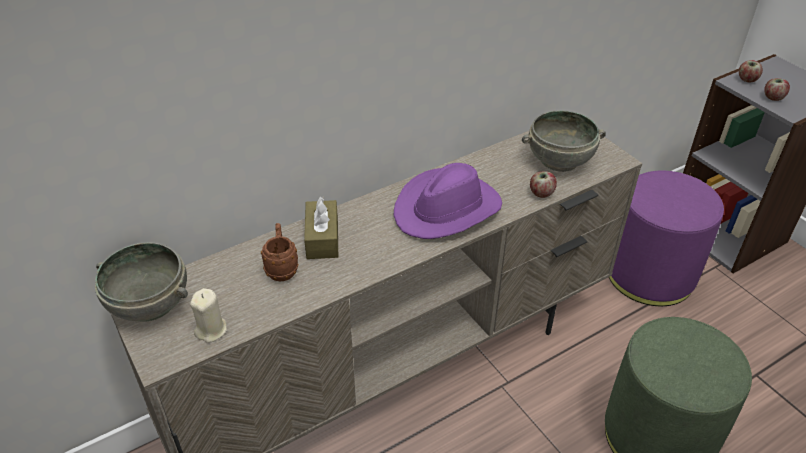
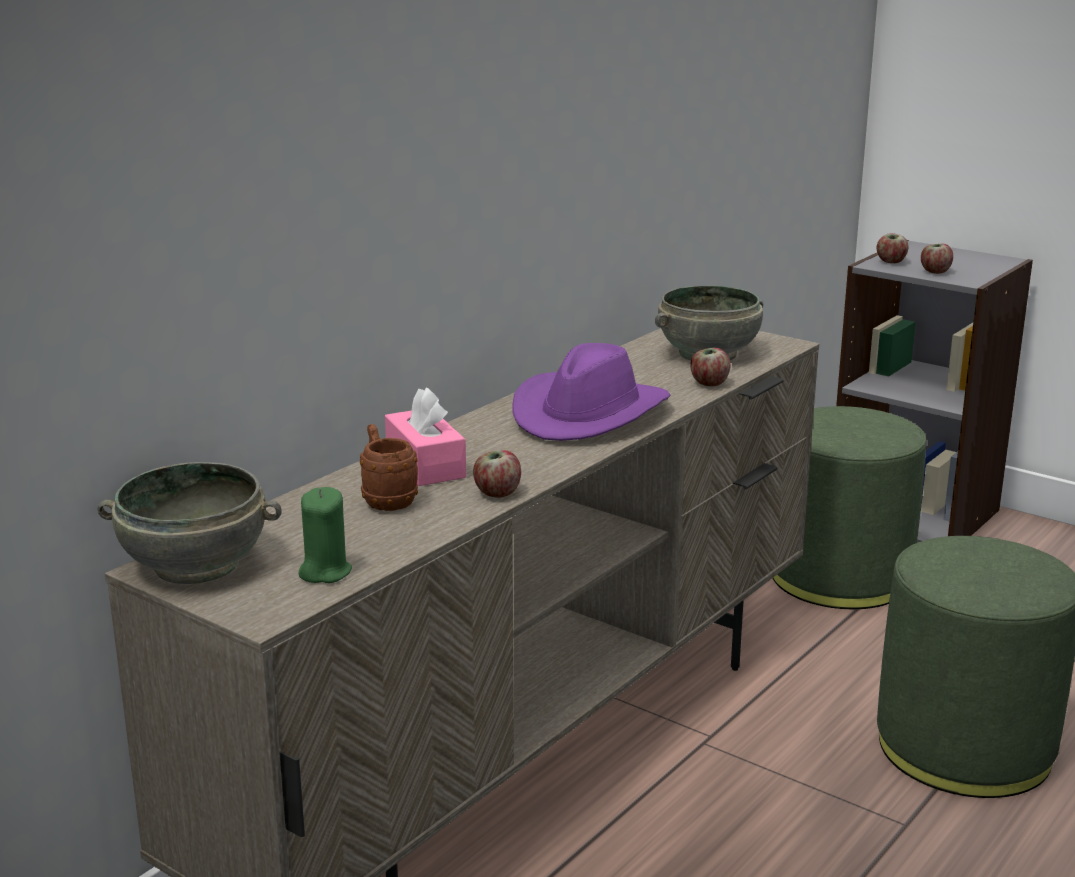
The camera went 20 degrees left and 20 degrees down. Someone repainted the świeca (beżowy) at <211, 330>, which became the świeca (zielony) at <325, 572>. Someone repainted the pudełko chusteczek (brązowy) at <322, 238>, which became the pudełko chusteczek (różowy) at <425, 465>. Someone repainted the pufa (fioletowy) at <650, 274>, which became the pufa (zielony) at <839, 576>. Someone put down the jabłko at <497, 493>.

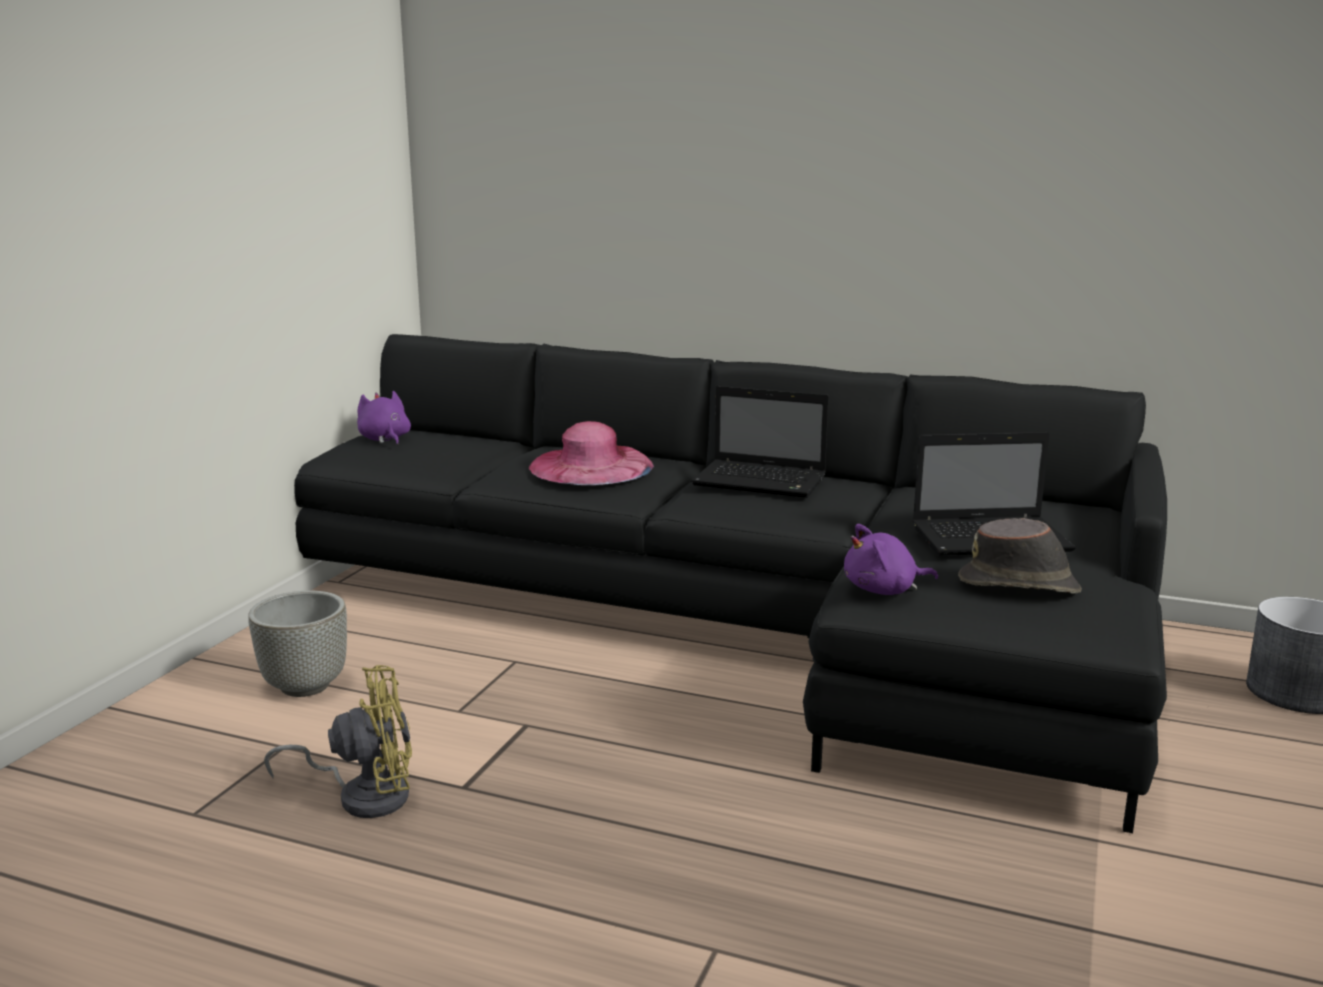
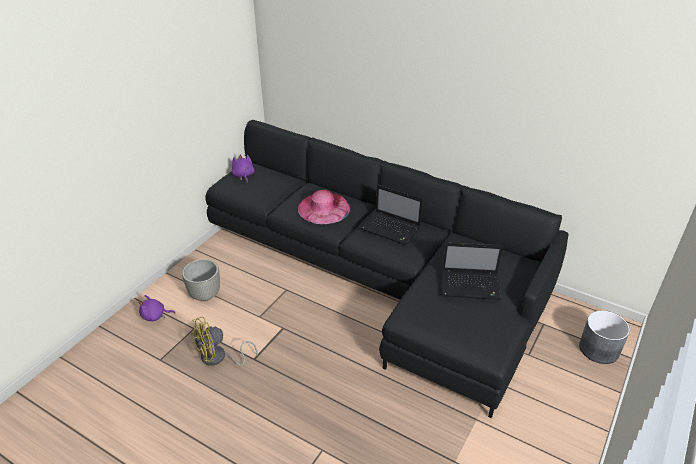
The camera went 10 degrees right and 20 degrees up. Someone rotated the wentylator (żółty) at <364, 795> by 150 degrees clockwise. Someone carried the pluszak (fioletowy) from <884, 590> to <155, 316>. Someone took away the kapelusz (brązowy) at <1020, 585>.

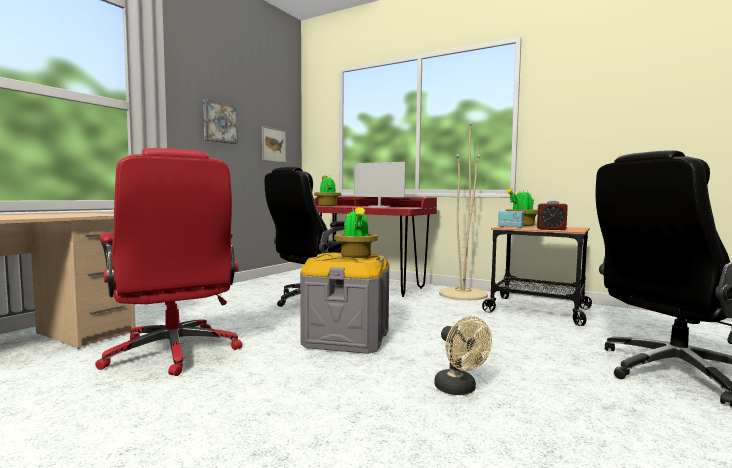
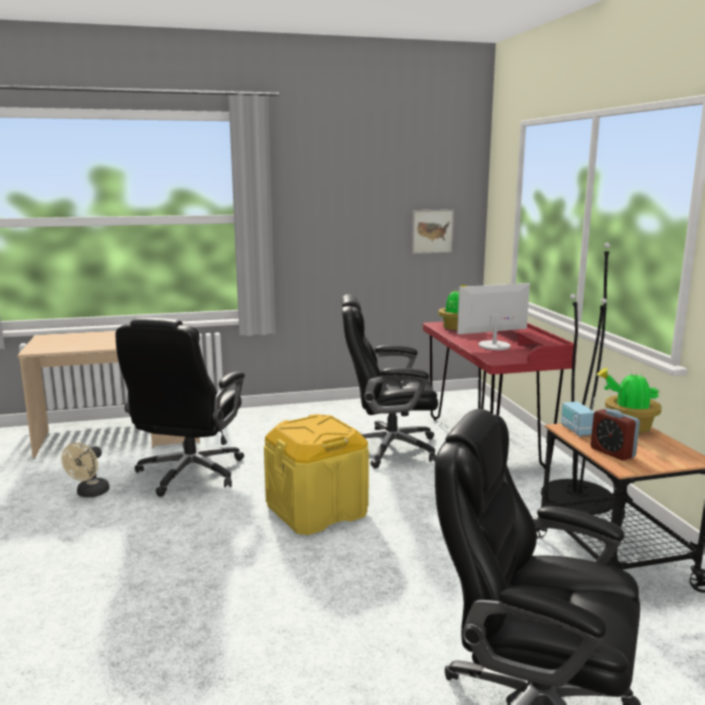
The camera went 45 degrees right and 10 degrees up. Someone repainted the krzesło biurowe (czerwony) at <173, 353>, which became the krzesło biurowe (czarny) at <189, 473>. Someone took away the obraz at <219, 123>. Someone repainted the pojemnik do przechowywania (szary) at <346, 338>, which became the pojemnik do przechowywania (żółty) at <317, 510>. Someone took away the roślina doniczkowa at <356, 256>. Someone rotated the monitor at <379, 207> by 90 degrees clockwise. Someone carried the wentylator (beżowy) from <459, 390> to <90, 493>. Someone repainted the lampa stojąca (beżowy) at <463, 294>, which became the lampa stojąca (czarny) at <577, 497>.

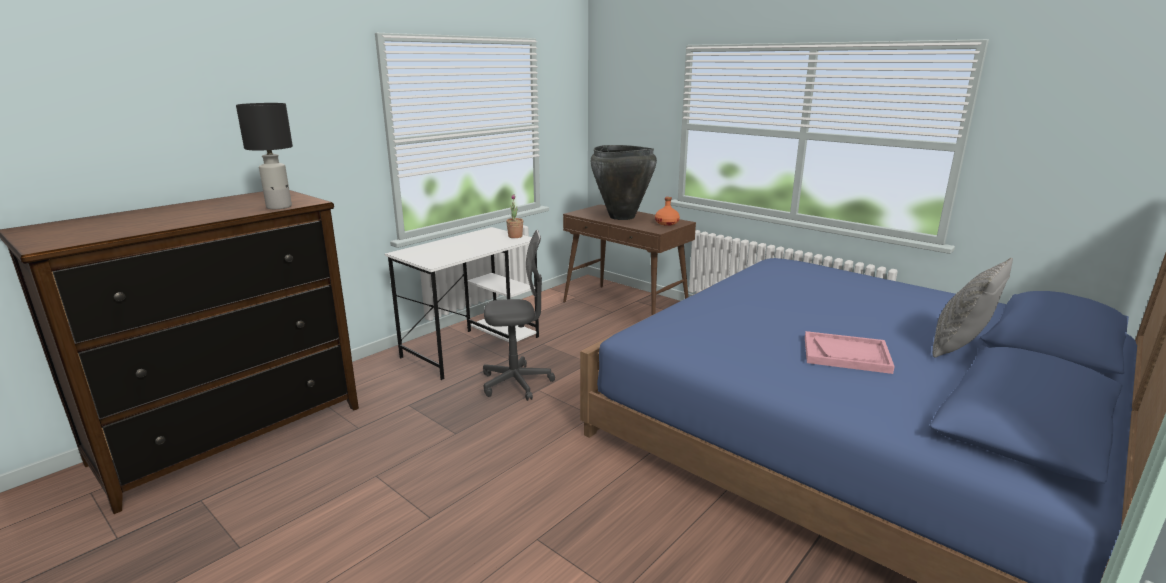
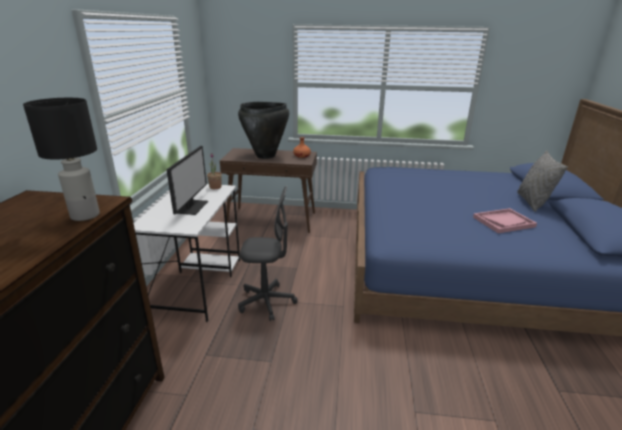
The camera went 35 degrees left and 5 degrees up. Someone rotated the krzesło biurowe (szary) at <516, 383> by 45 degrees clockwise. Someone put down the monitor at <192, 207>.

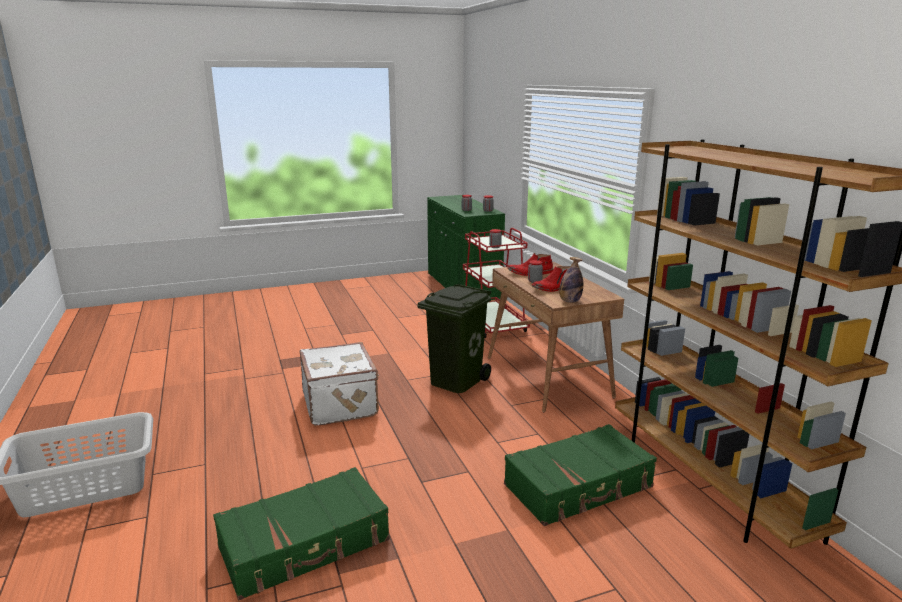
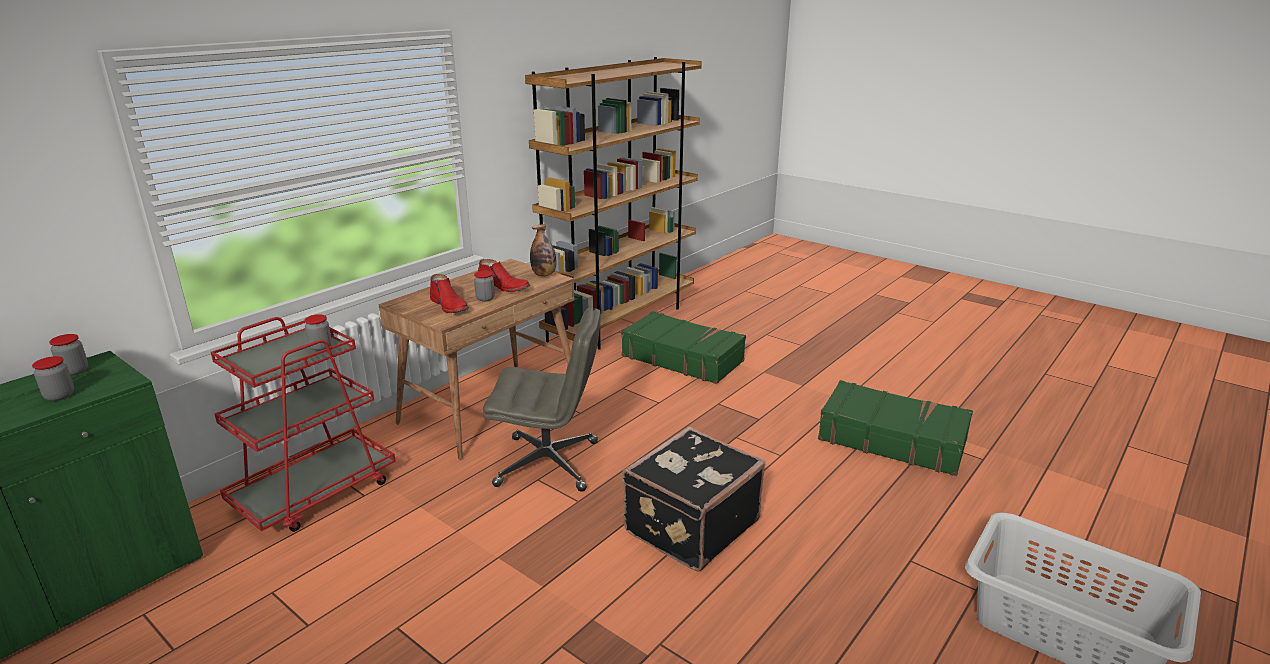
The camera went 120 degrees left and 5 degrees up. Someone repainted the walizka (biały) at <341, 404>, which became the walizka (czarny) at <689, 526>. Someone swapped the kosz na śmieci (zielony) at <455, 380> for the krzesło biurowe (szary) at <549, 463>.

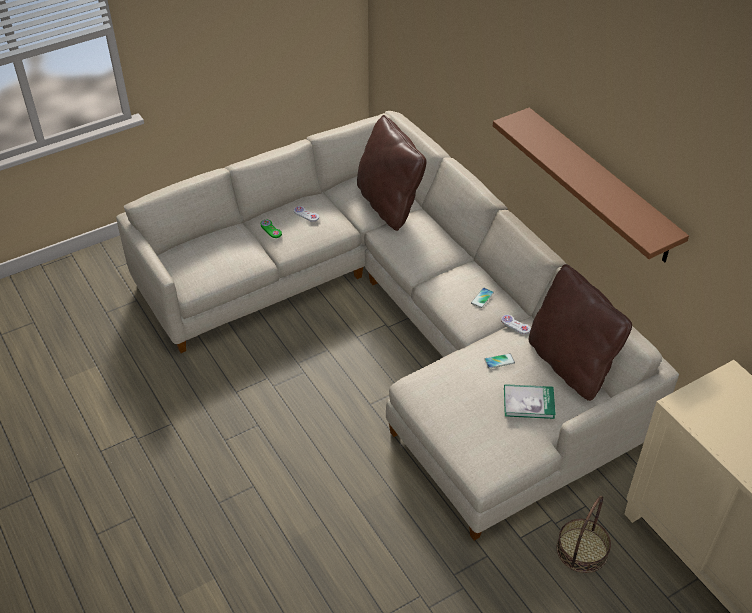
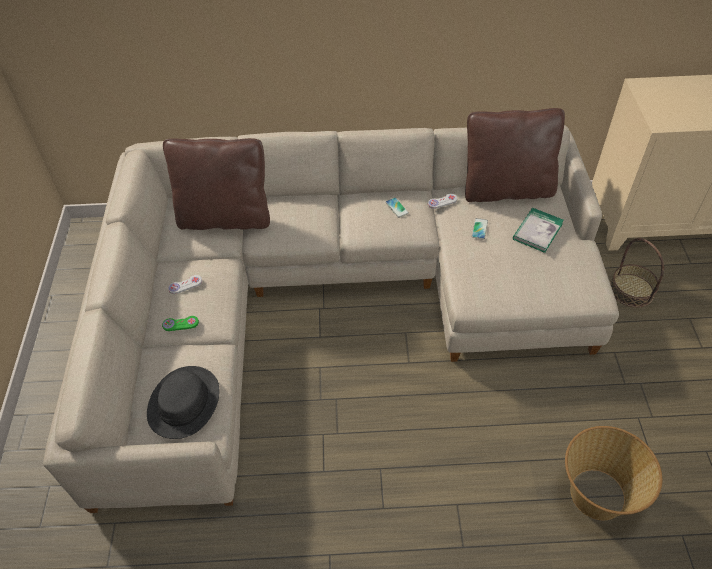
The camera went 60 degrees left and 5 degrees up. Someone took away the półka (brązowy) at <600, 185>. Someone put down the kapelusz (czarny) at <184, 402>. Someone put down the koszyk at <597, 495>.

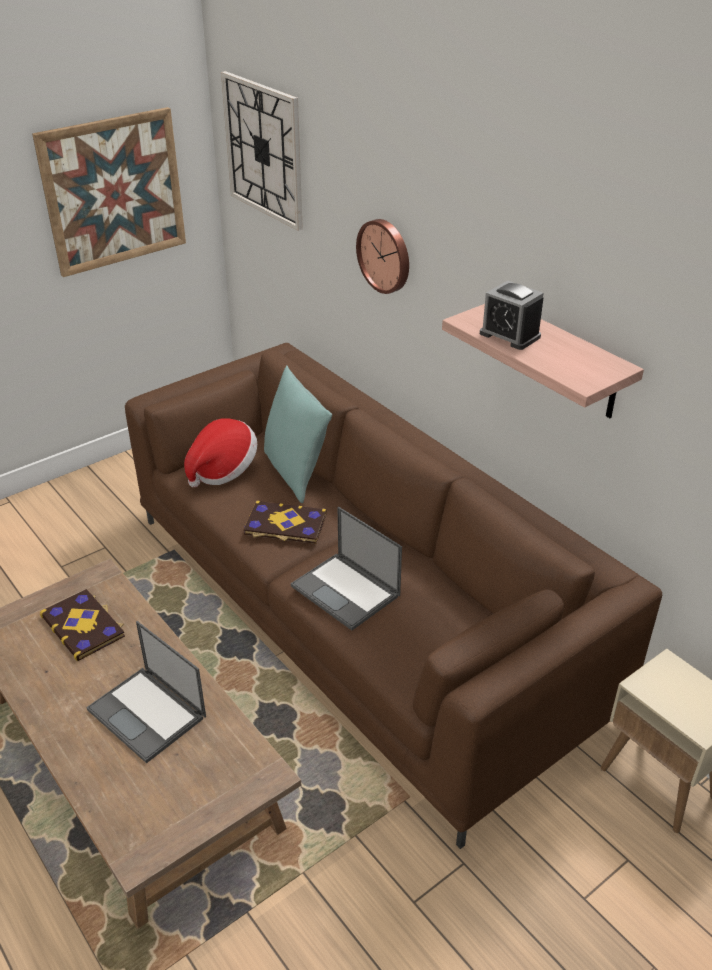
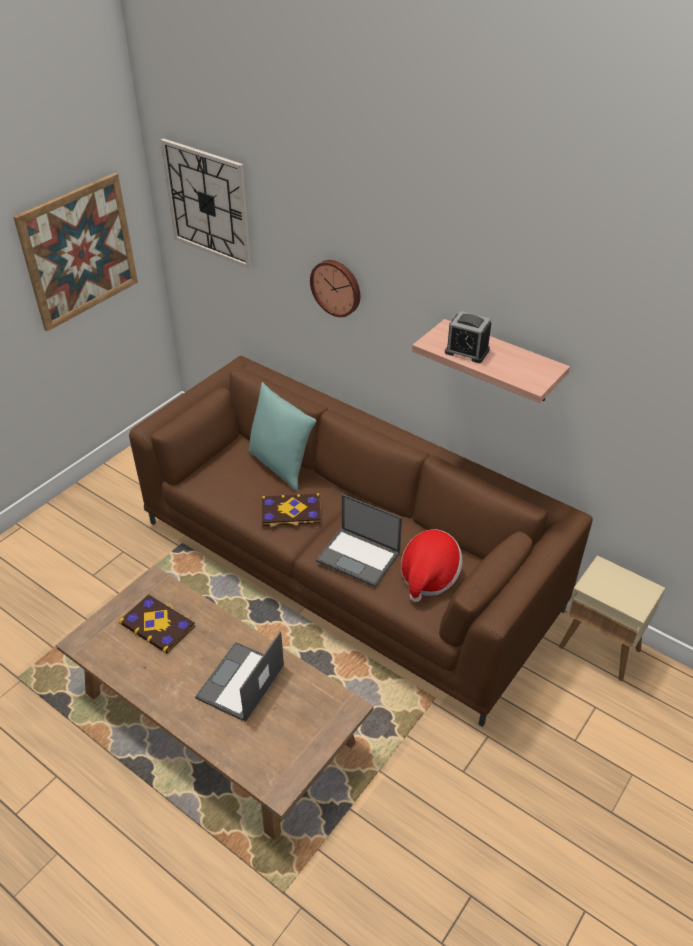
The camera went 15 degrees left and 5 degrees up. Someone rotated the laptop at <148, 714> by 90 degrees clockwise. Someone carried the kapelusz from <223, 470> to <428, 576>.

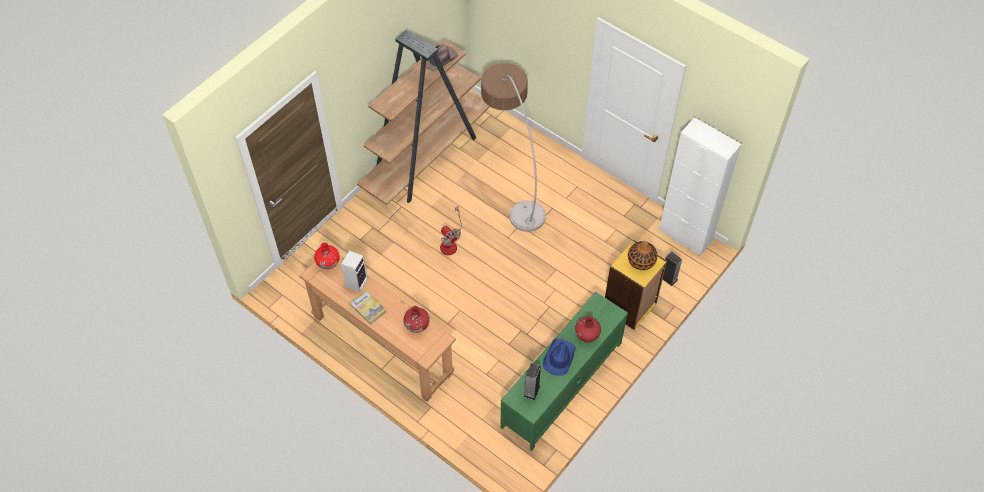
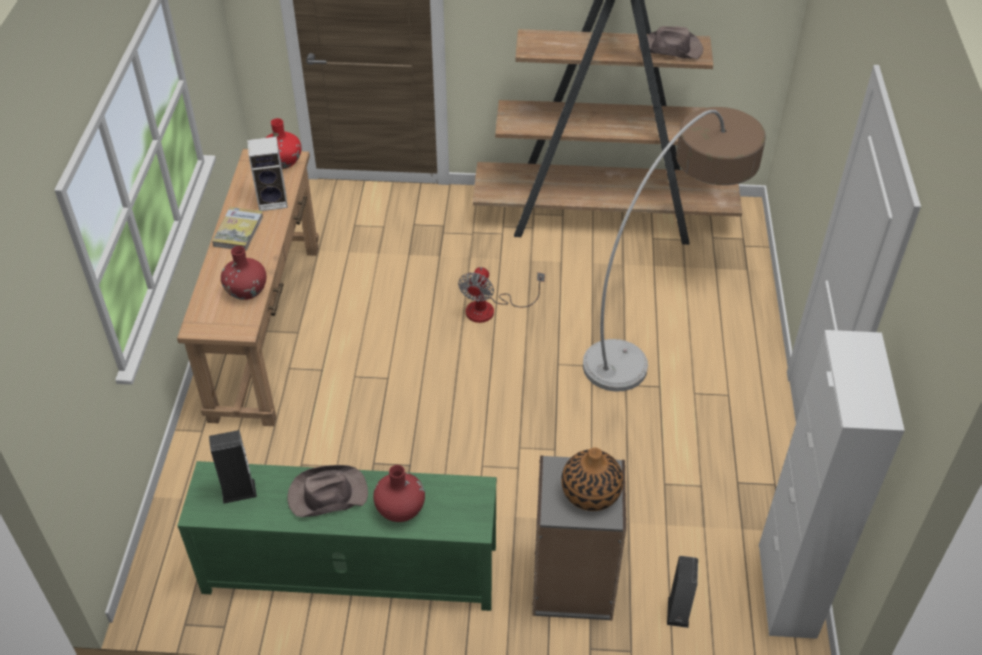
The camera went 55 degrees right and 10 degrees down. Someone repainted the kapelusz (niebieski) at <559, 358>, which became the kapelusz (brązowy) at <327, 494>. Someone repainted the regał (żółty) at <630, 306>, which became the regał (szary) at <572, 585>.

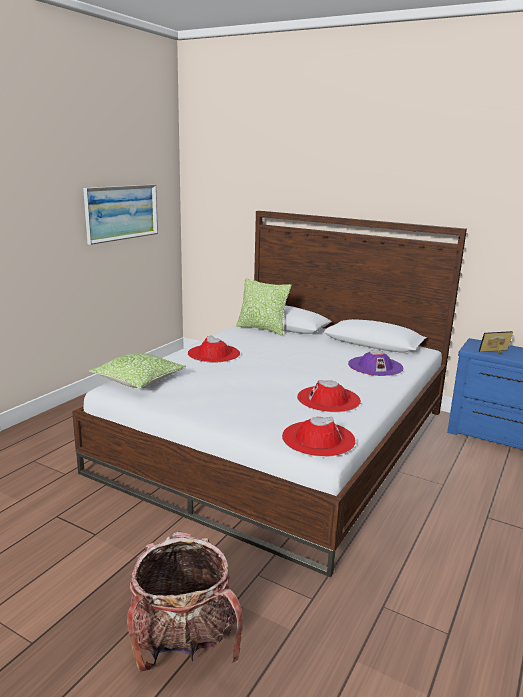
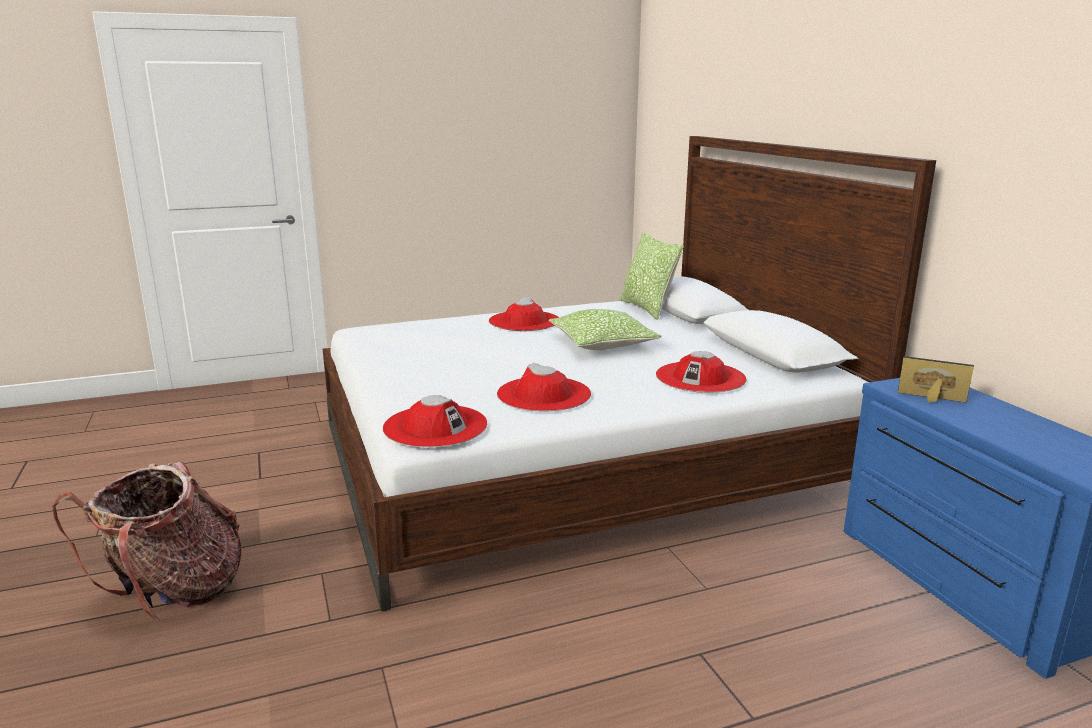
The camera went 40 degrees right and 0 degrees up. Someone took away the obraz at <122, 212>. Someone carried the poduszka from <139, 380> to <602, 344>. Someone repainted the kapelusz (fioletowy) at <375, 366>, which became the kapelusz (czerwony) at <700, 377>.

